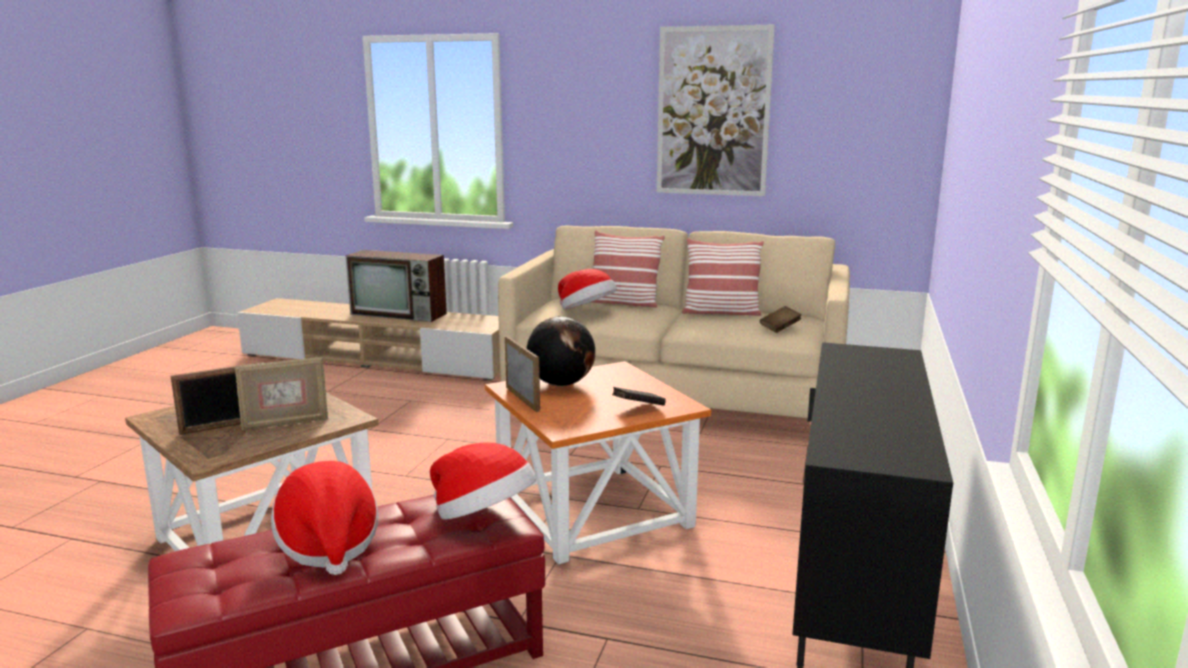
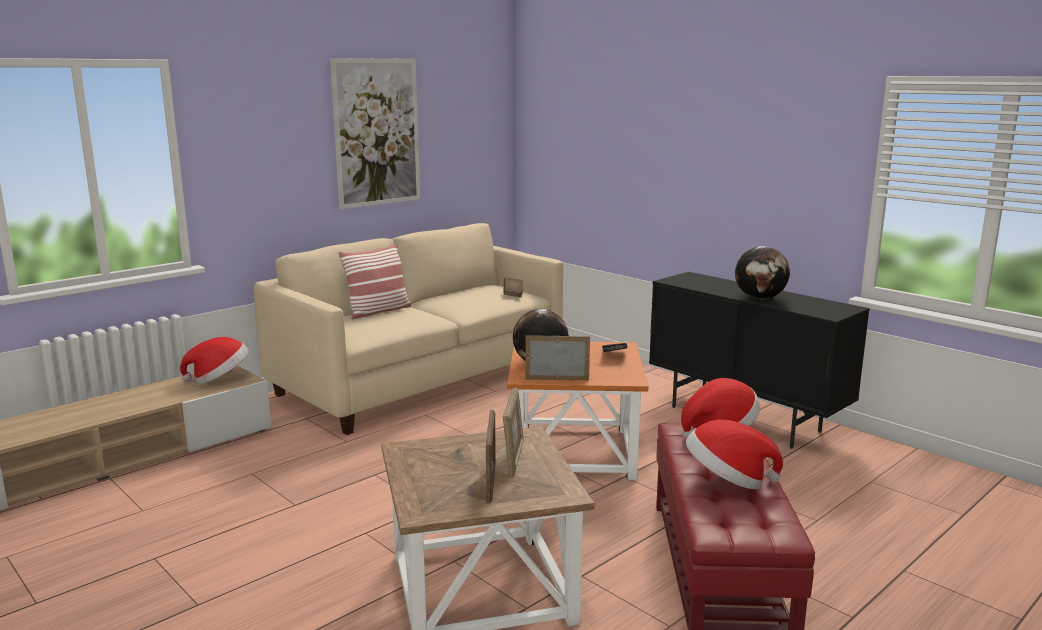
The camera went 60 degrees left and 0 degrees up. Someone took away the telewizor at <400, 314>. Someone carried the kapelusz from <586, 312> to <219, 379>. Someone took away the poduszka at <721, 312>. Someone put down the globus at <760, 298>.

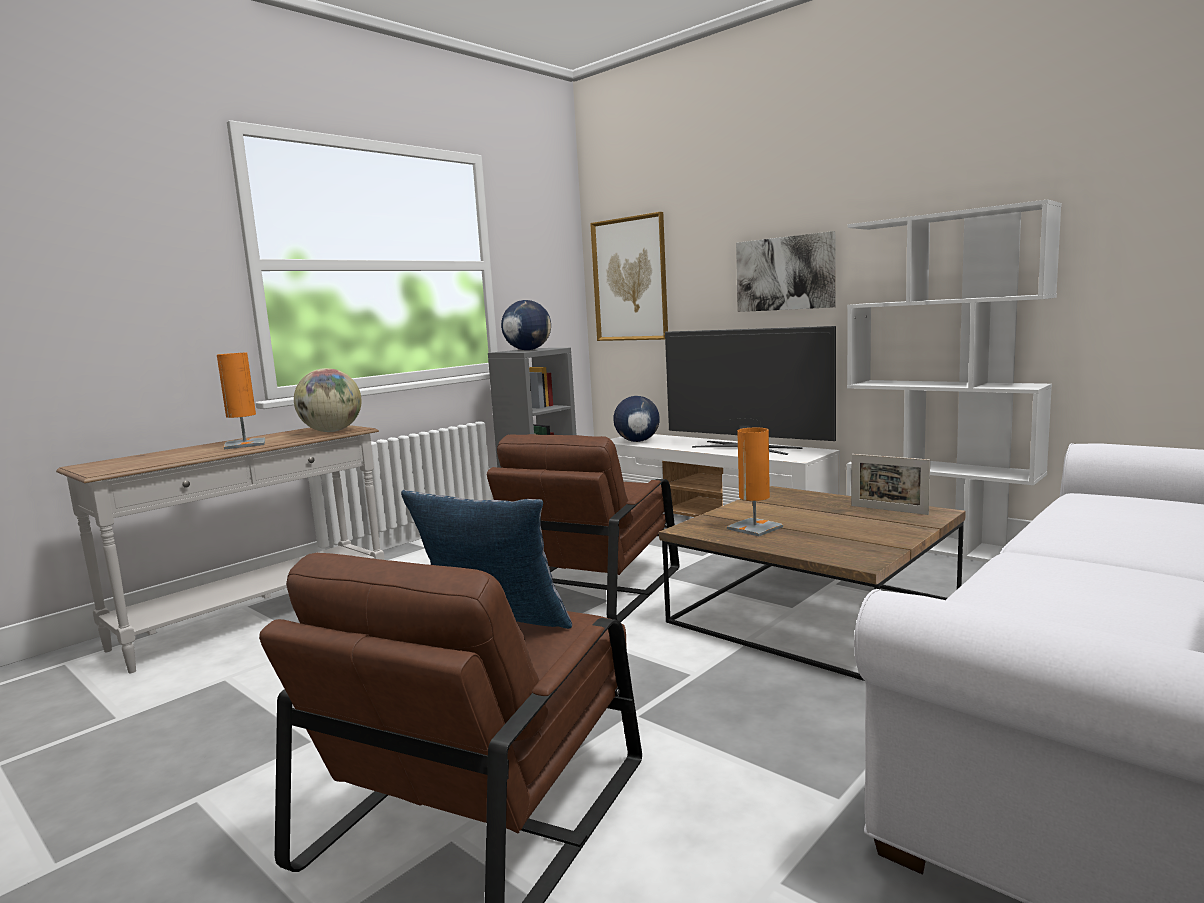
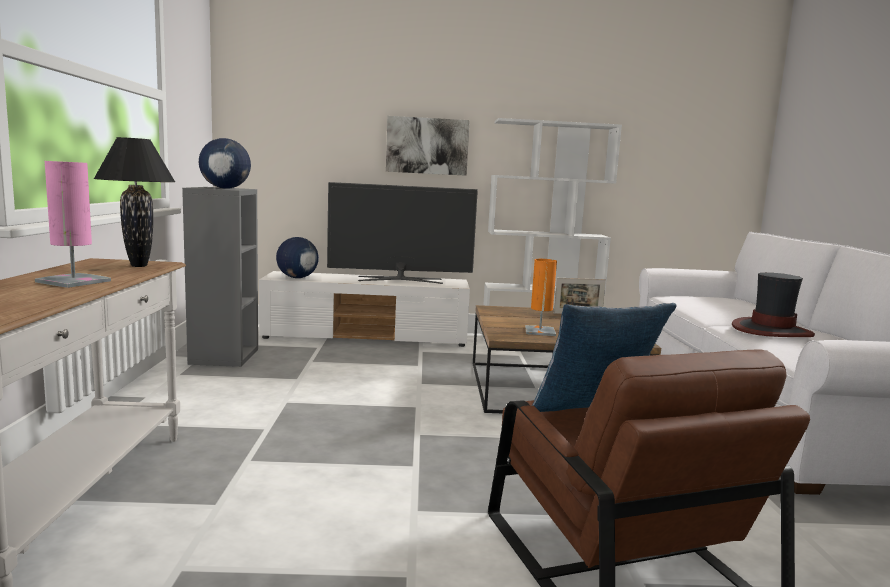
The camera went 45 degrees left and 0 degrees up. Someone repainted the lampa stołowa (pomarańczowy) at <245, 444>, which became the lampa stołowa (różowy) at <73, 281>. Someone swapped the globus at <331, 431> for the lampa stołowa (czarny) at <139, 266>. Someone took away the fotel (brązowy) at <590, 584>. Someone took away the obraz at <630, 279>. Someone put down the kapelusz at <771, 330>.

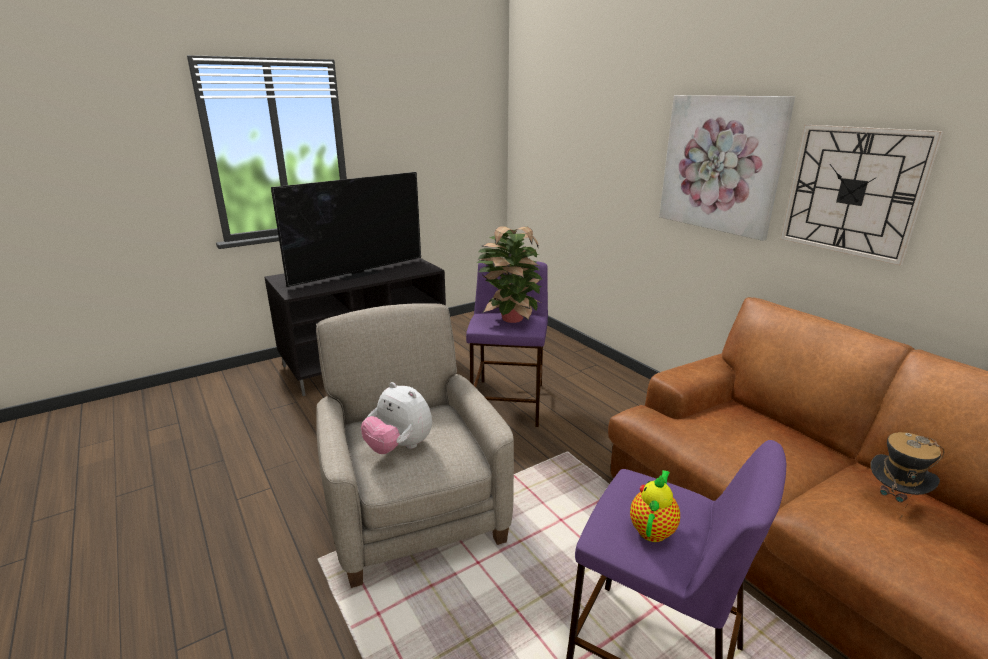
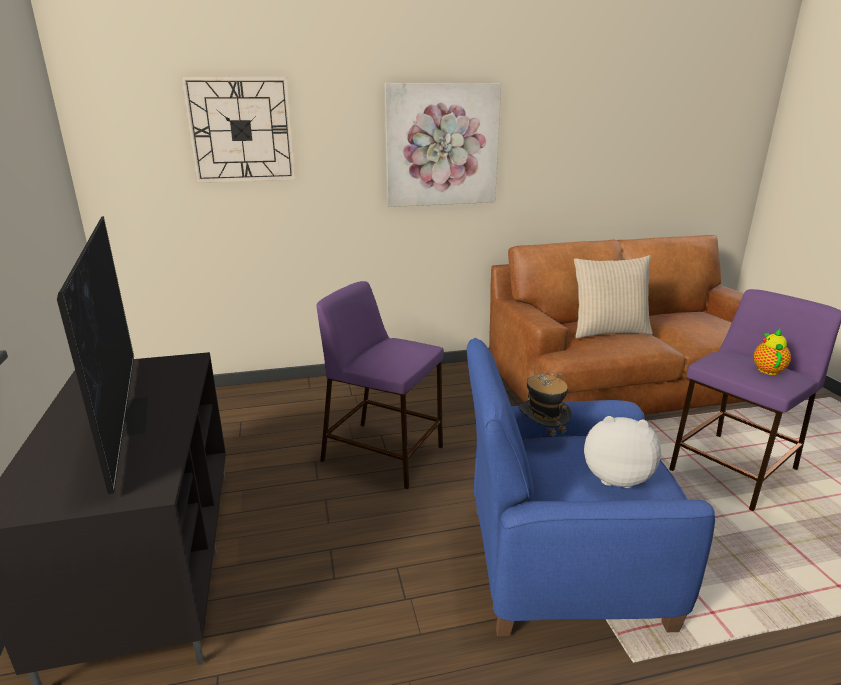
The camera went 70 degrees left and 0 degrees up. Someone repainted the fotel (beżowy) at <414, 511>, which became the fotel (niebieski) at <561, 563>. Someone rotated the pluszak at <399, 447> by 135 degrees counterclockwise. Someone took away the roślina doniczkowa at <510, 319>. Someone rotated the imbryk at <653, 528> by 60 degrees clockwise. Someone carried the zegar ścienny from <853, 191> to <241, 130>. Someone carried the kapelusz from <893, 499> to <542, 436>. Someone put down the poduszka (beżowy) at <608, 331>.

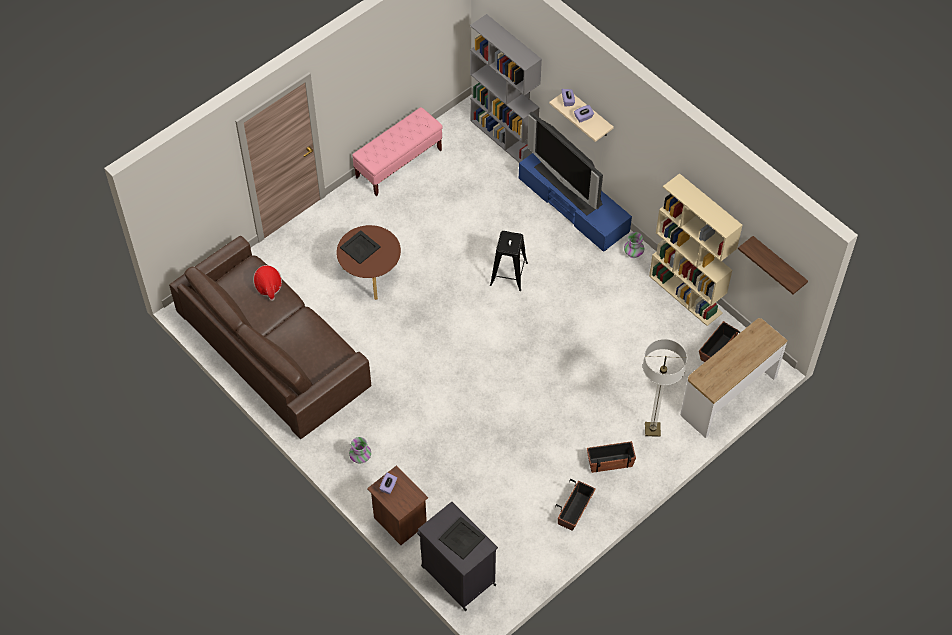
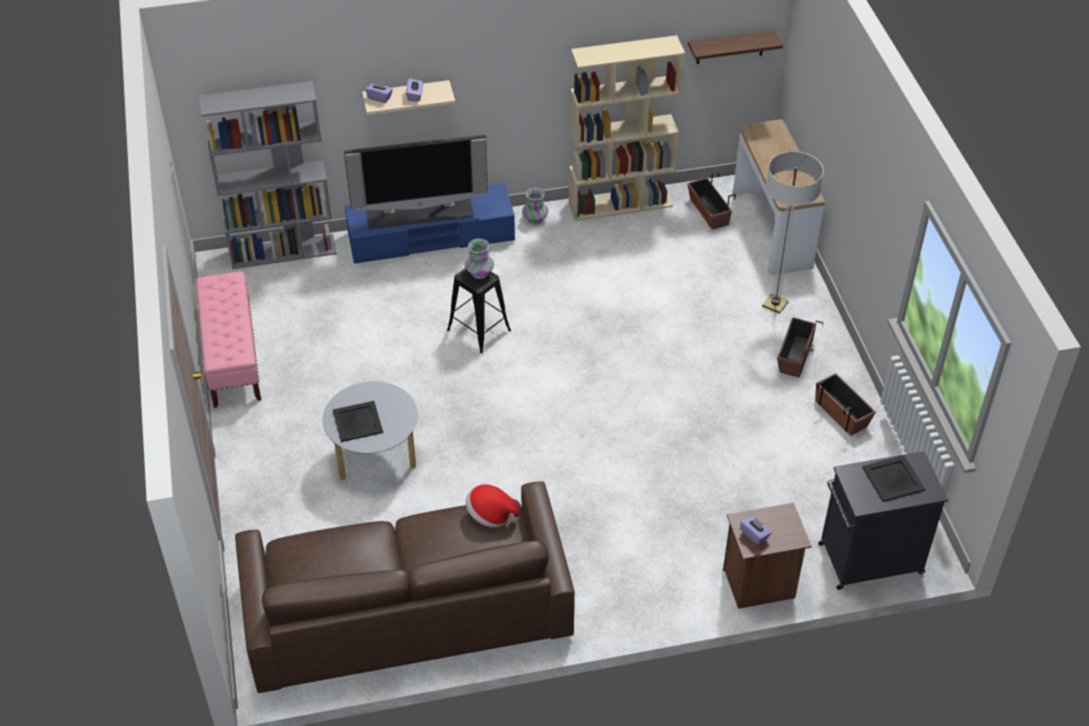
The camera went 60 degrees left and 10 degrees down. Someone carried the kapelusz from <268, 286> to <491, 515>. Someone repainted the ława (brązowy) at <370, 275>, which became the ława (szary) at <375, 457>. Someone carried the wazon from <360, 457> to <480, 273>.

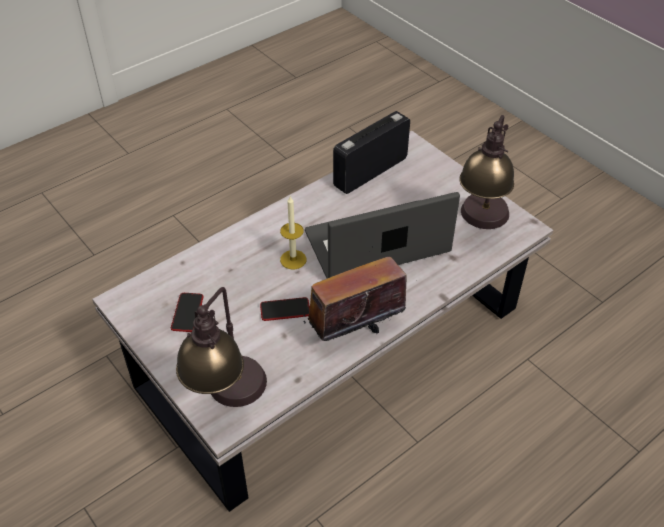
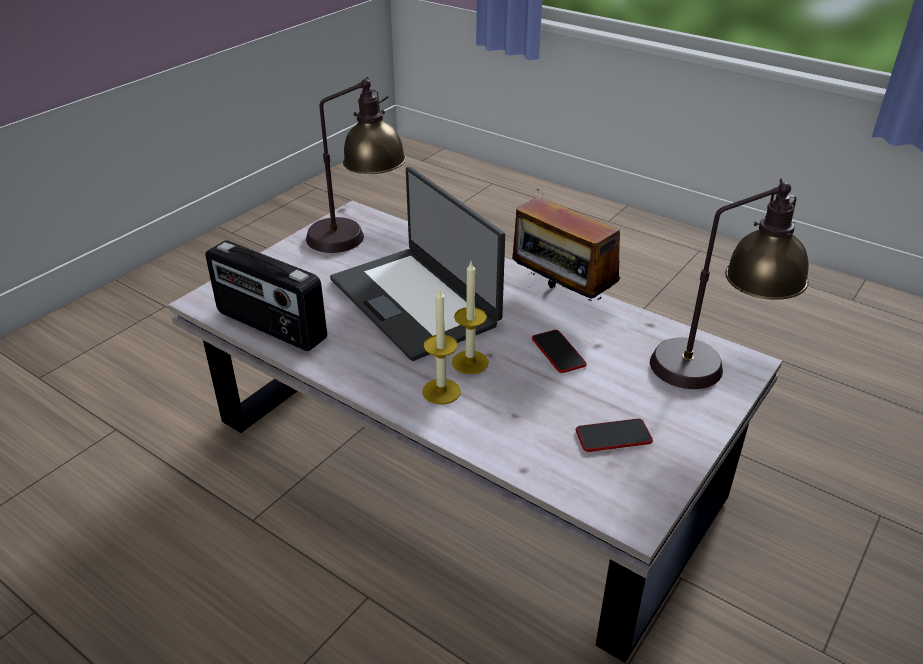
The camera went 105 degrees left and 10 degrees down. Someone put down the świeca at <441, 391>.

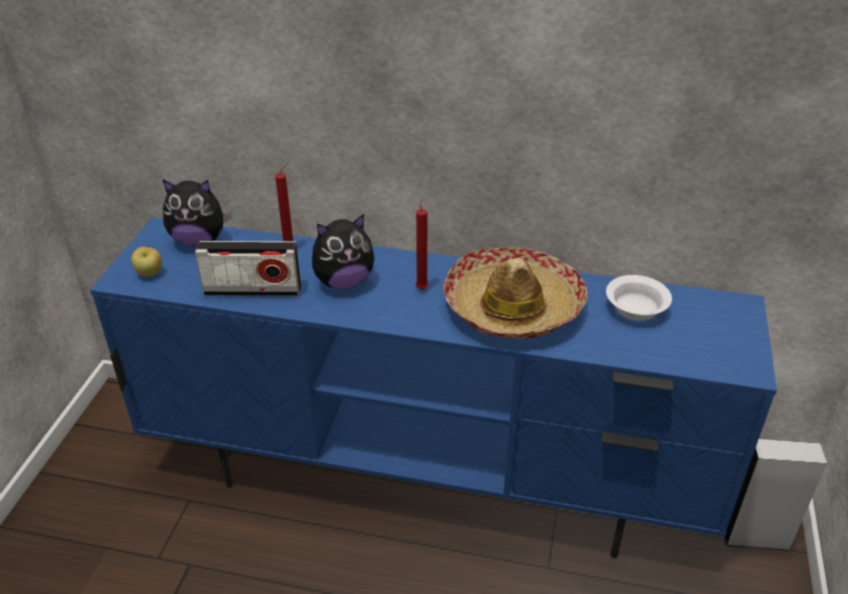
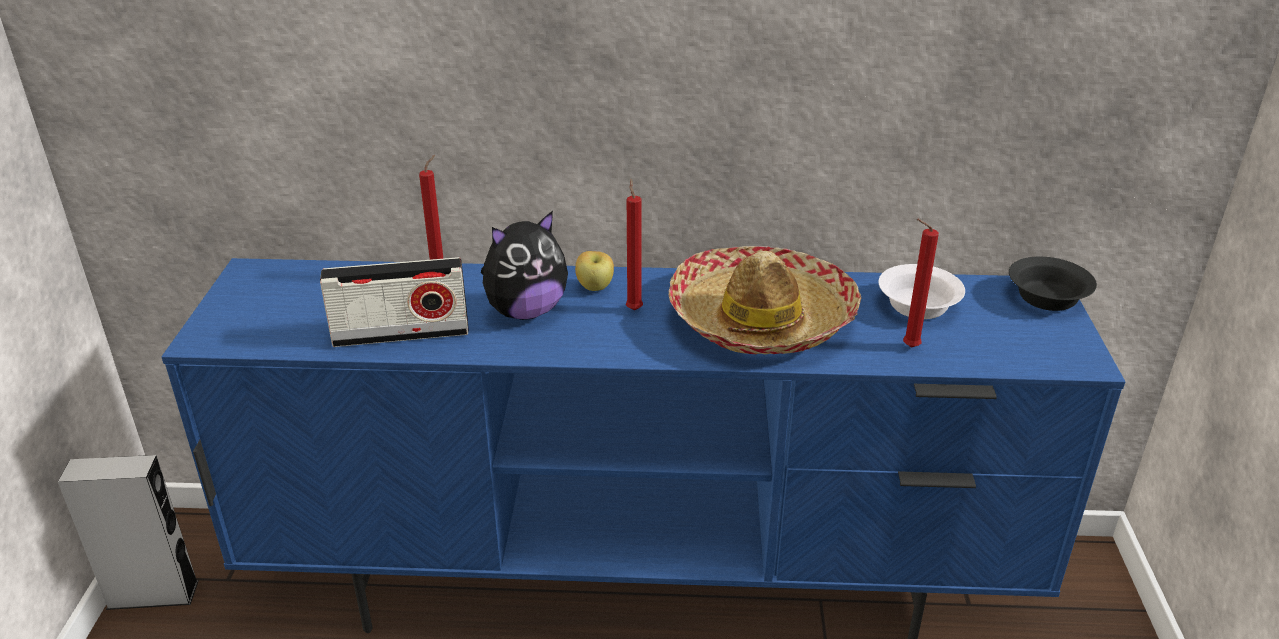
The camera went 10 degrees left and 5 degrees down. Someone carried the jabłko from <149, 274> to <595, 288>. Someone took away the pluszak at <199, 240>. Someone carried the głośnik (szary) from <755, 537> to <153, 594>. Someone put down the świeca (czerwony) at <908, 347>. Someone put down the miska (czarny) at <1047, 297>.

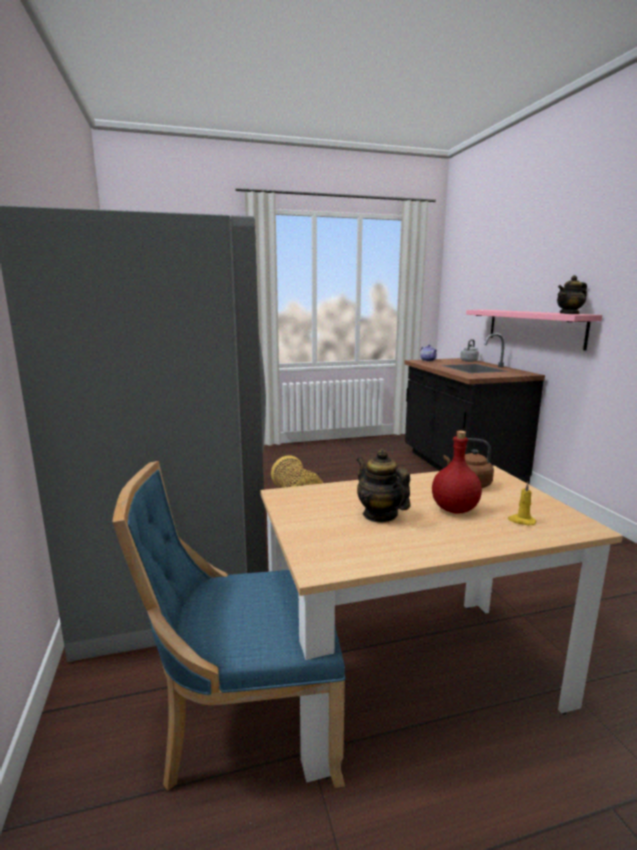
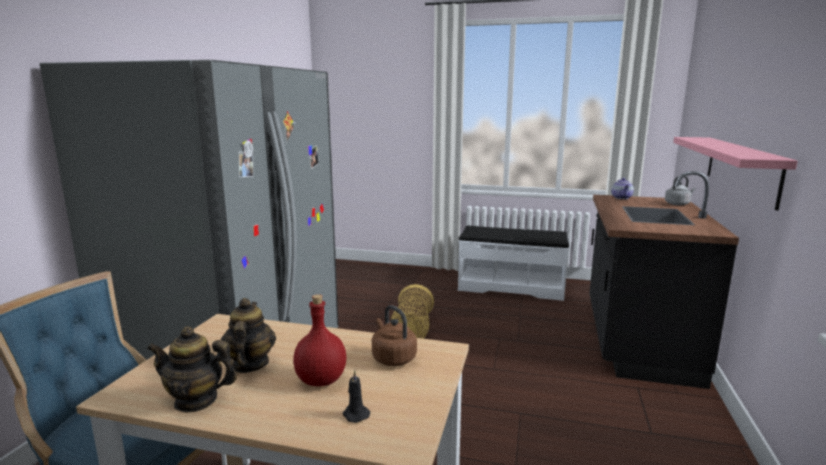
The camera went 30 degrees right and 0 degrees up. Someone repainted the świeca (żółty) at <521, 521>, which became the świeca (czarny) at <355, 414>. Someone carried the imbryk from <569, 314> to <196, 400>. Someone put down the ławka (biały) at <511, 287>.

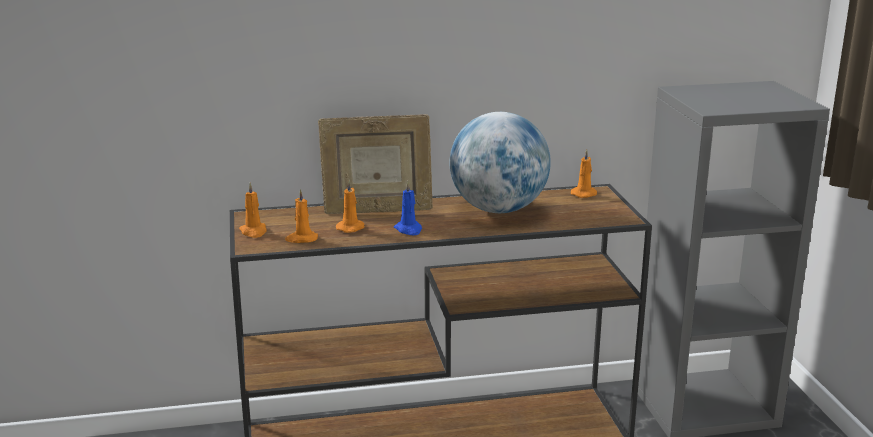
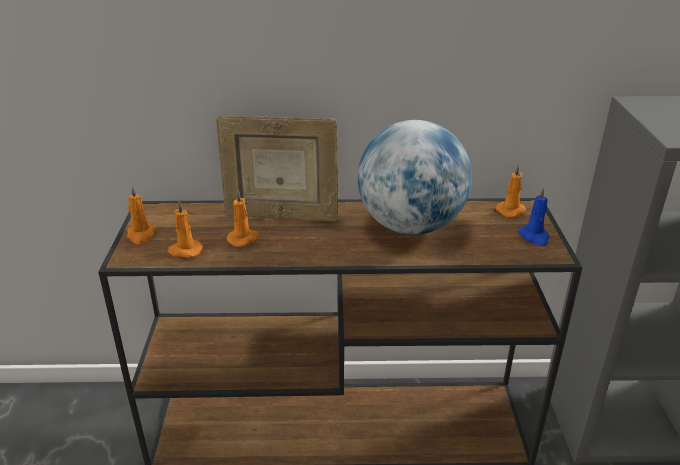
The camera went 10 degrees right and 10 degrees up. Someone carried the świeca (niebieski) from <409, 230> to <534, 237>.

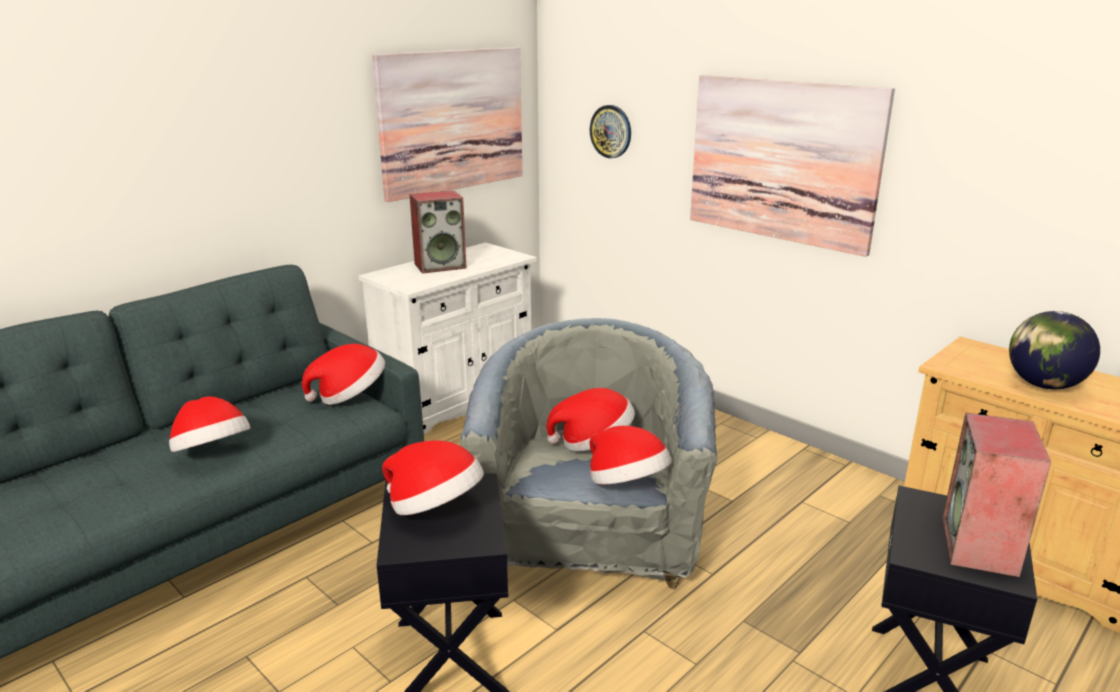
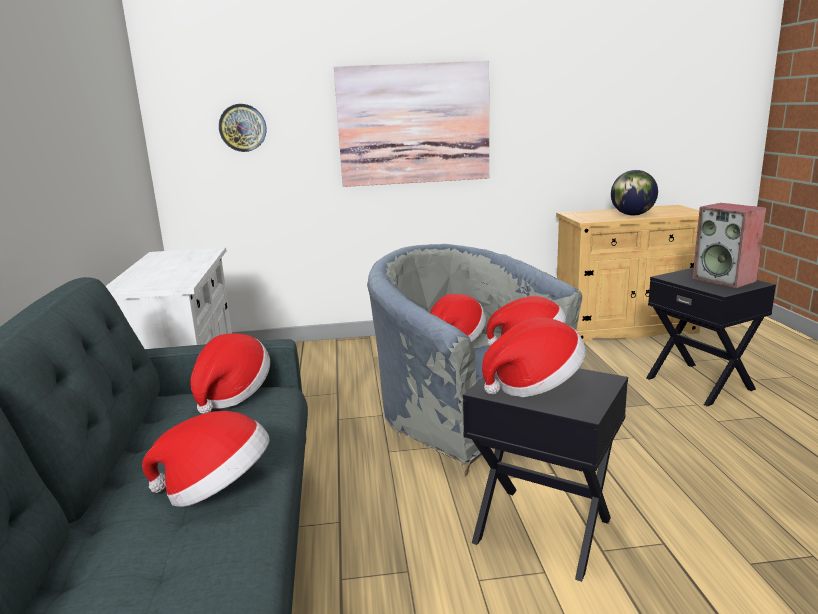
The camera went 50 degrees left and 5 degrees down. Someone took away the obraz at <452, 121>. Someone took away the głośnik at <440, 265>.

